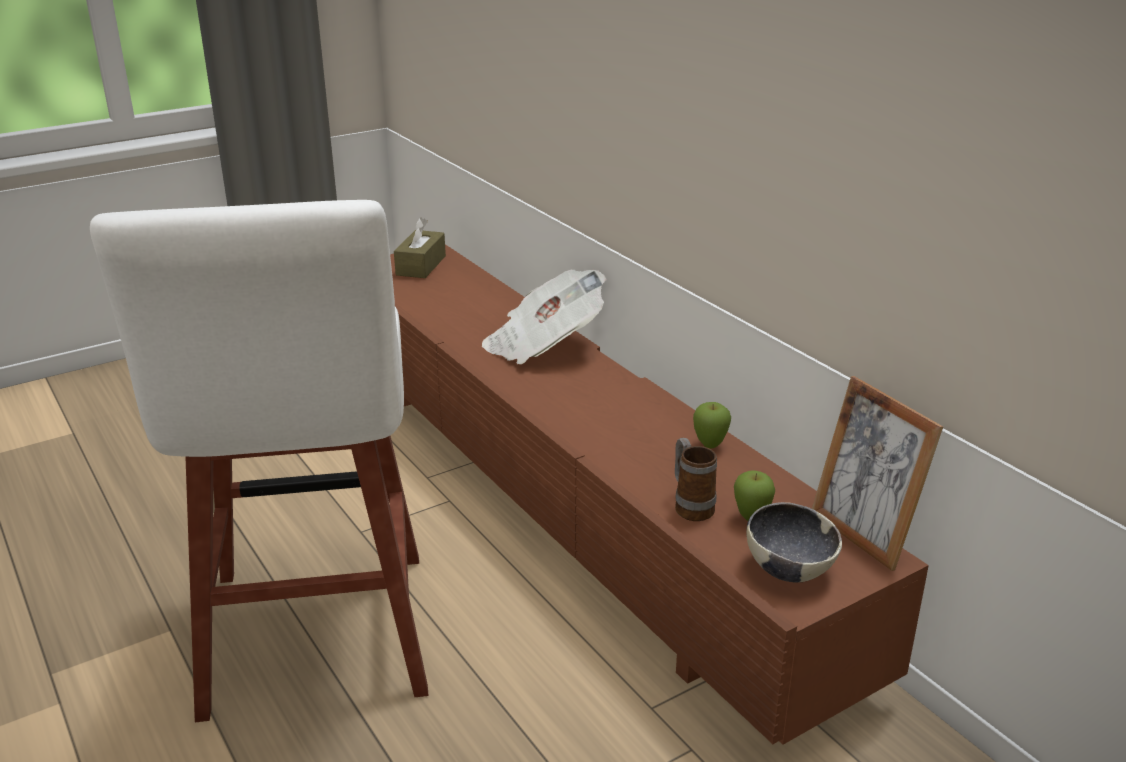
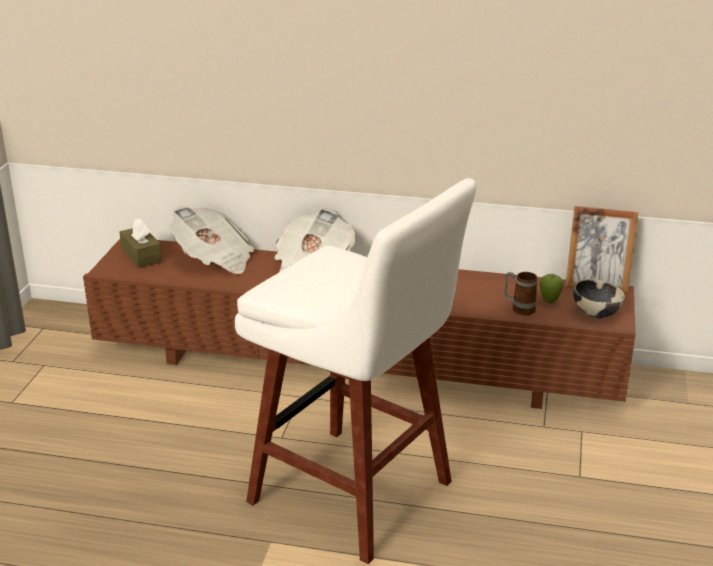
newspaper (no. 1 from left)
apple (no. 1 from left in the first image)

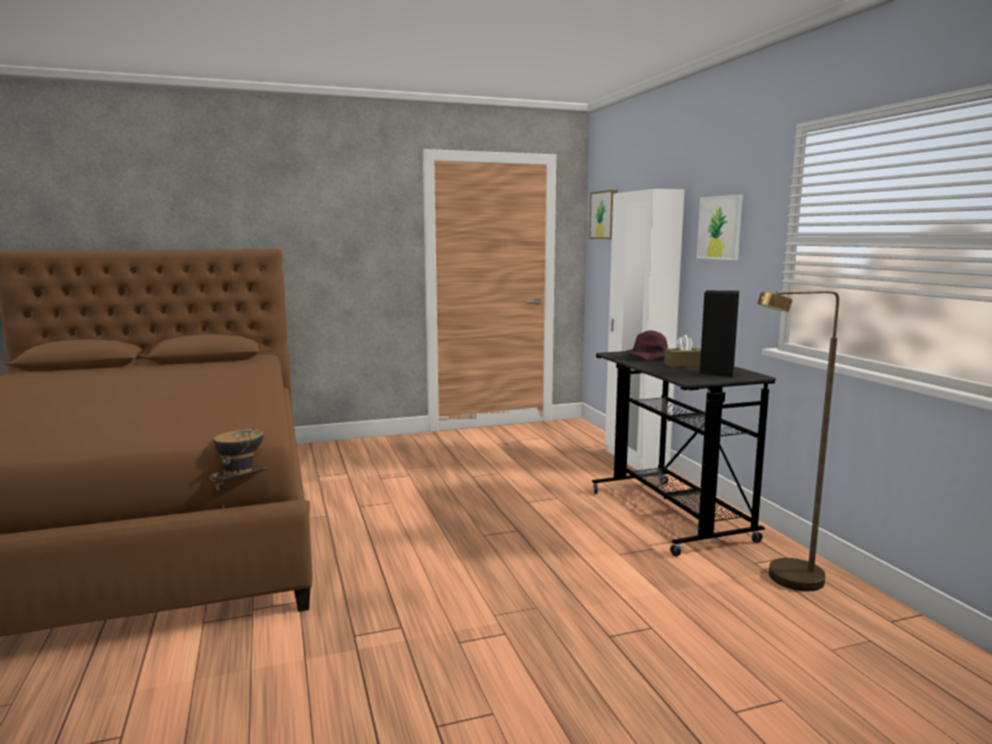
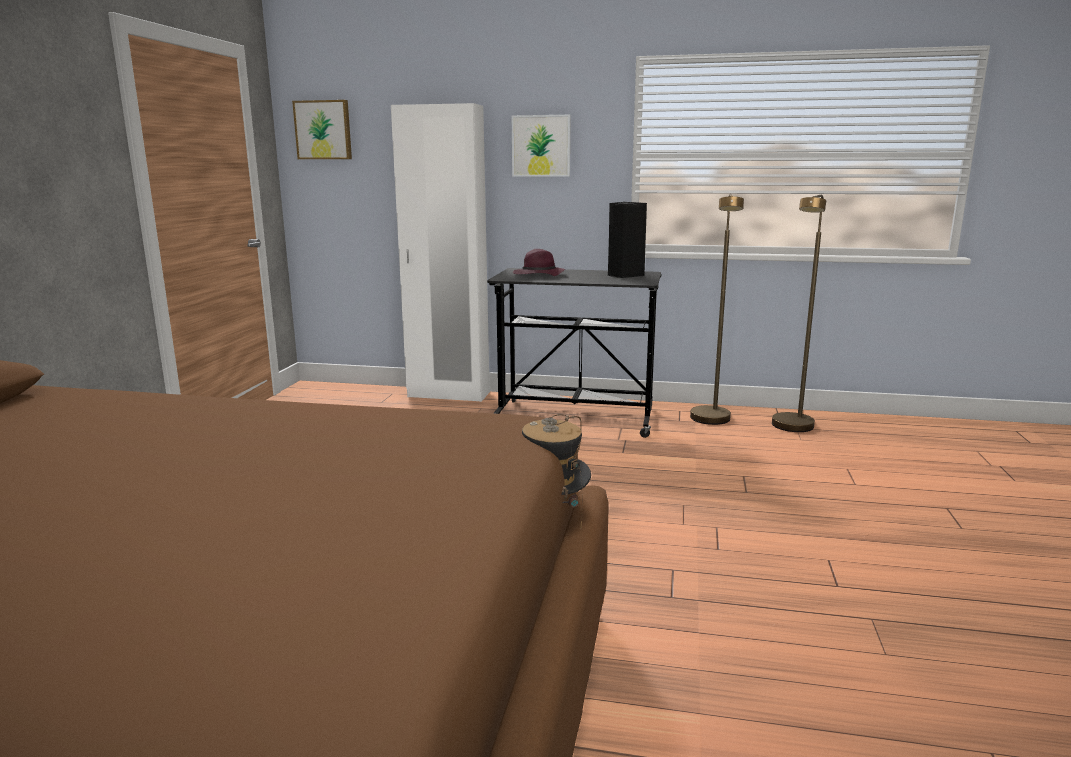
brown floor lamp (no. 2 from left)
brown tissue box

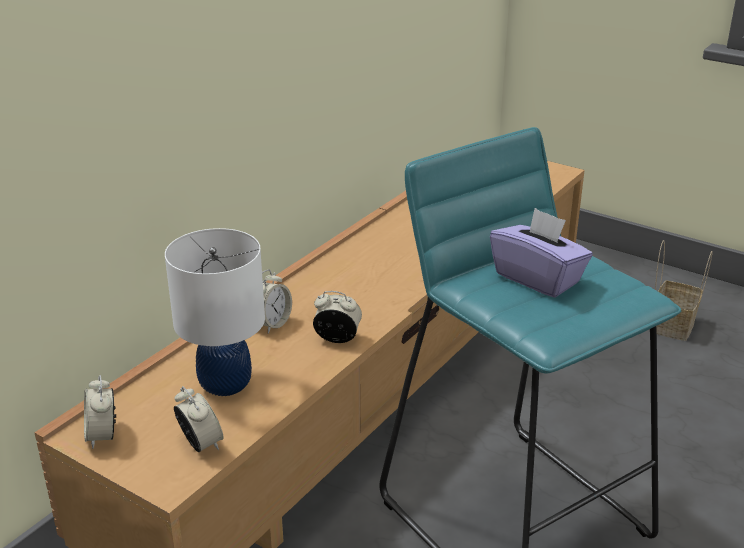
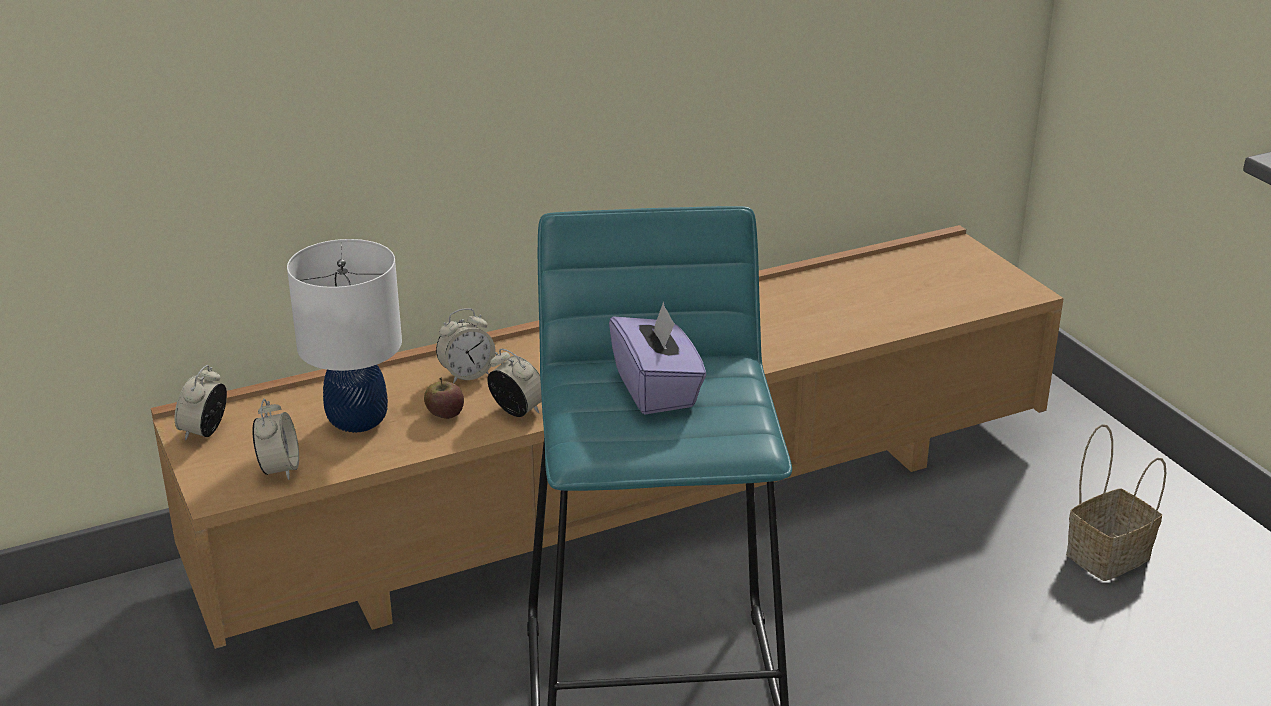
apple

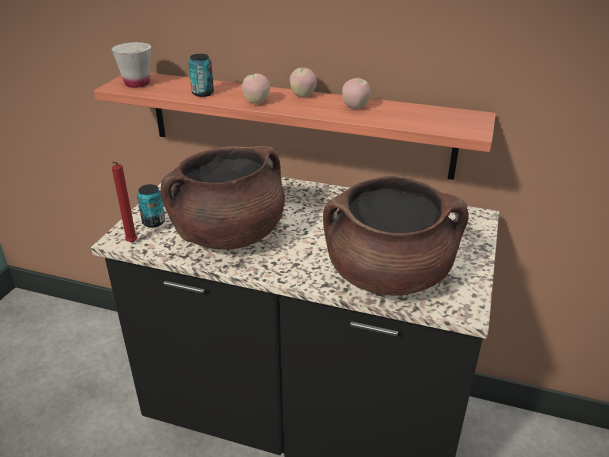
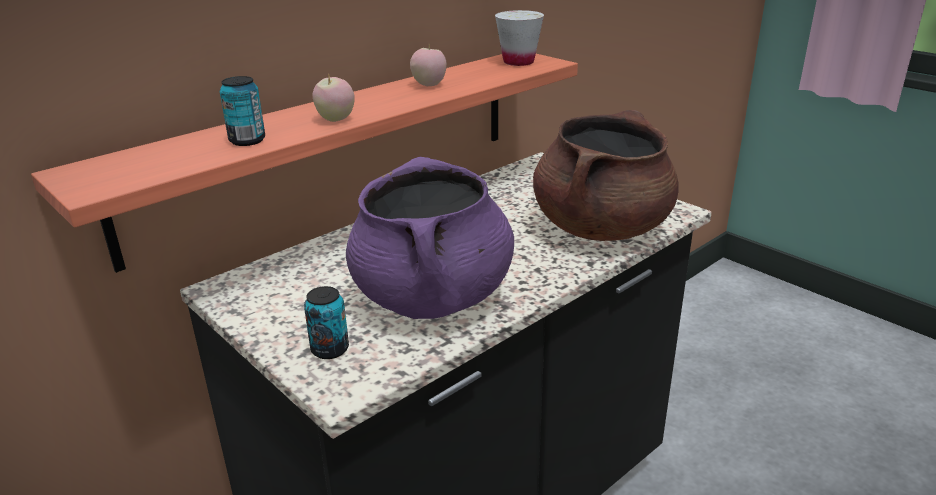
purple cooking pot
white cup
red candle
apple (no. 2 from left in the first image)

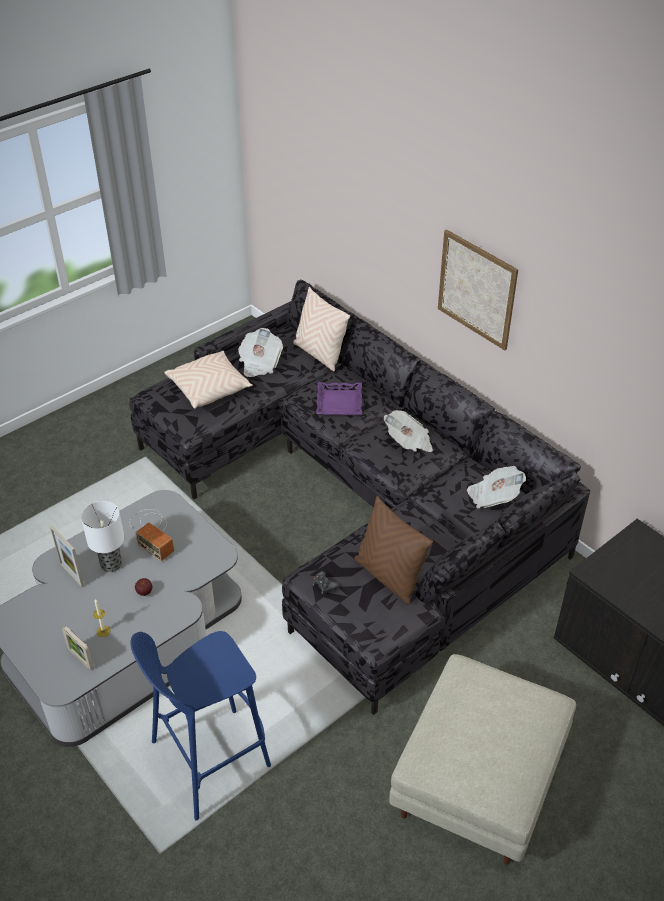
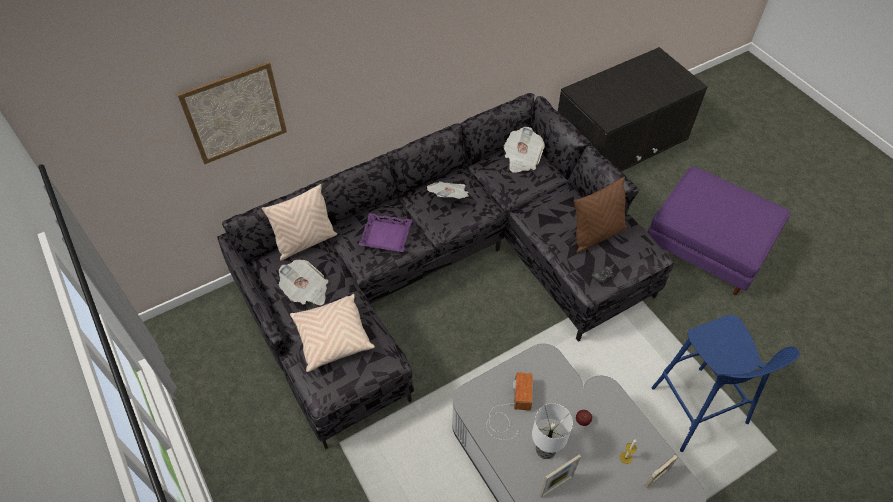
picture
radio
purple ottoman

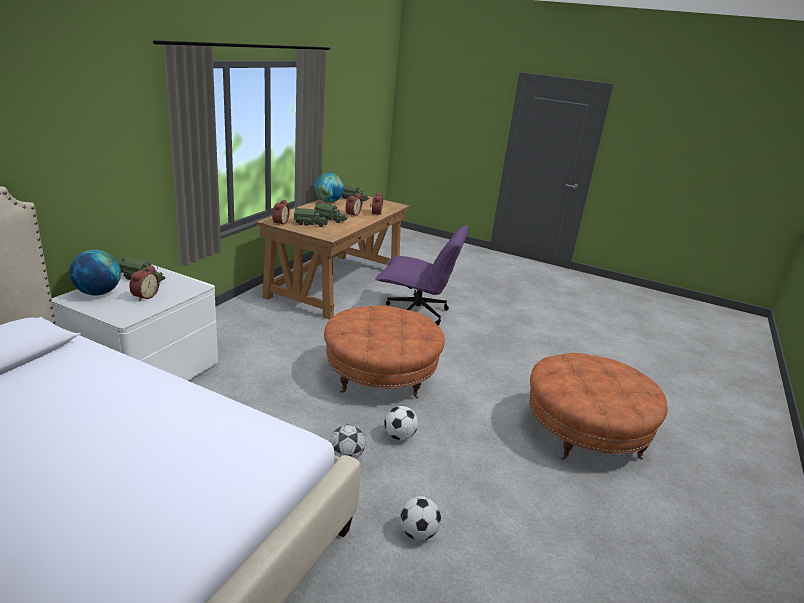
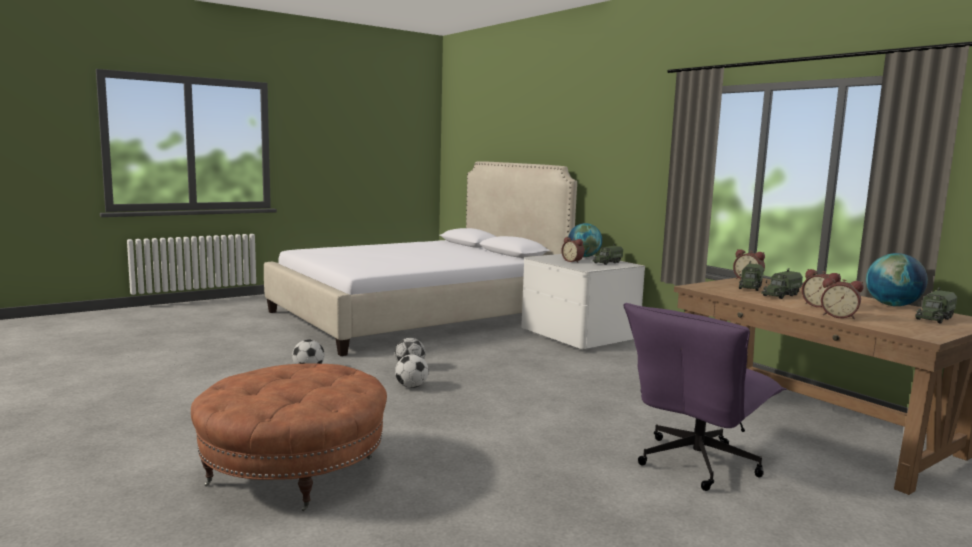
brown ottoman (no. 1 from left in the first image)

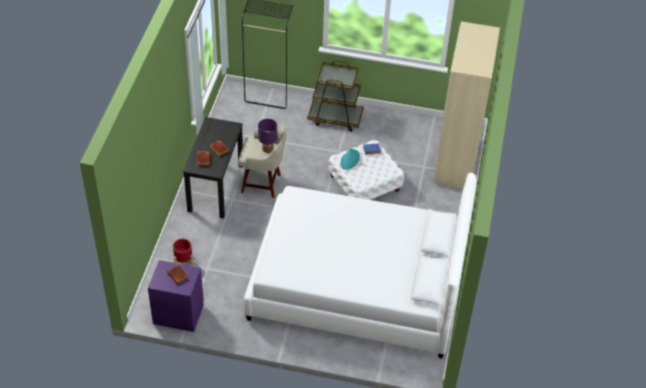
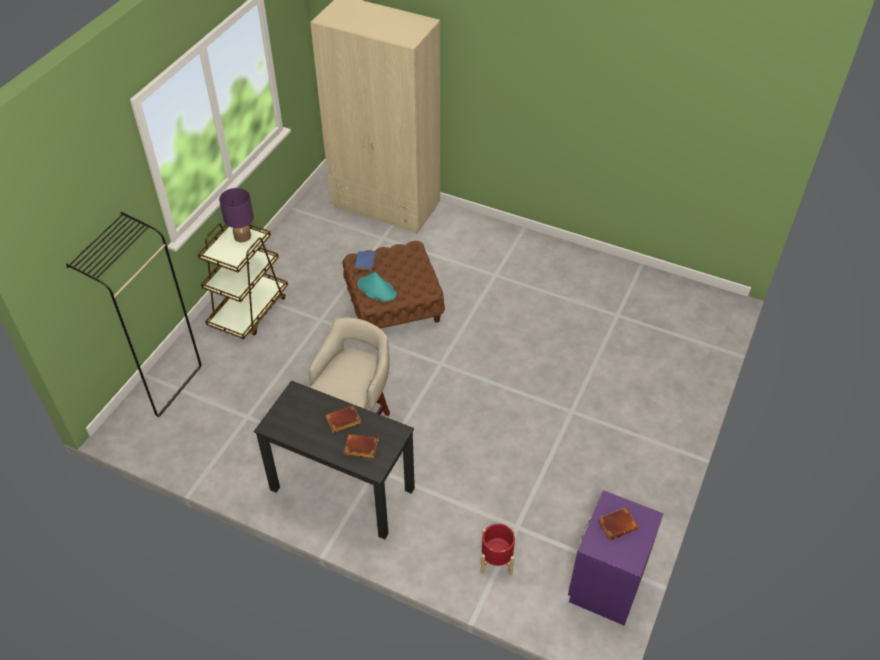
purple table lamp
brown ottoman
white bed

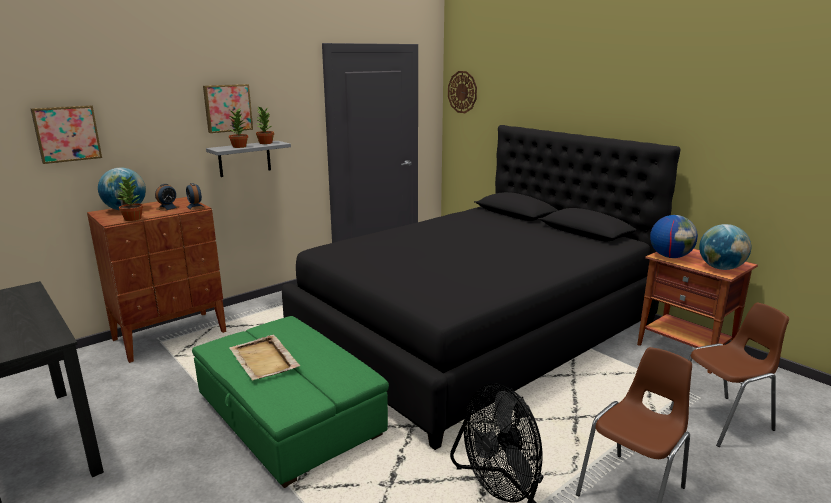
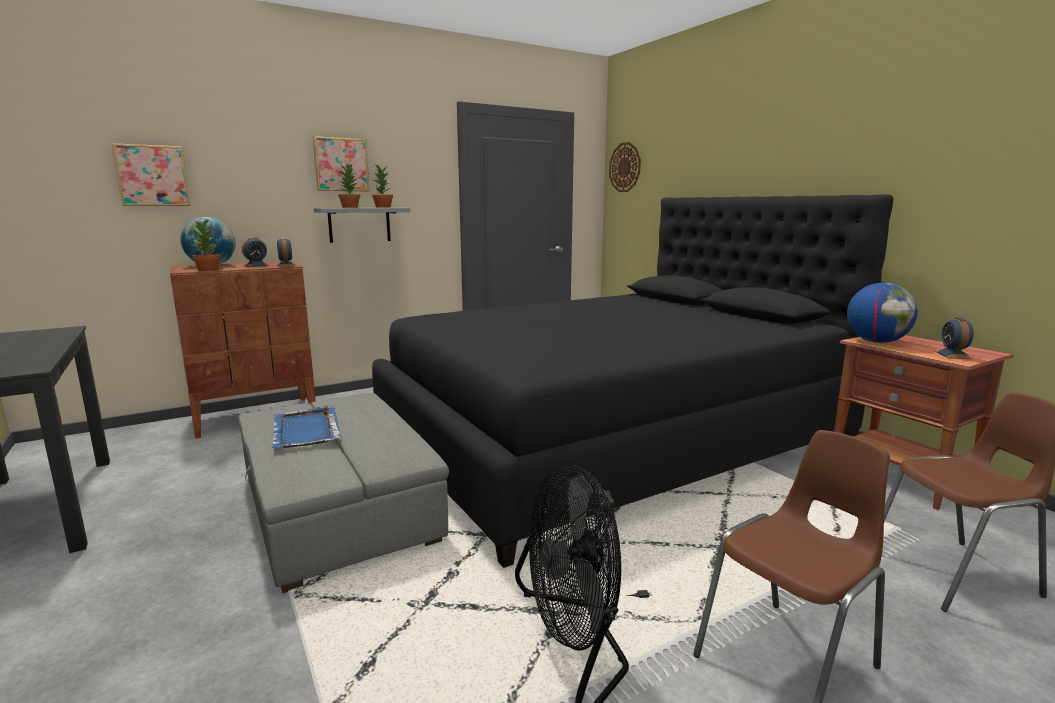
grey ottoman
blue tray
alarm clock (no. 3 from left)

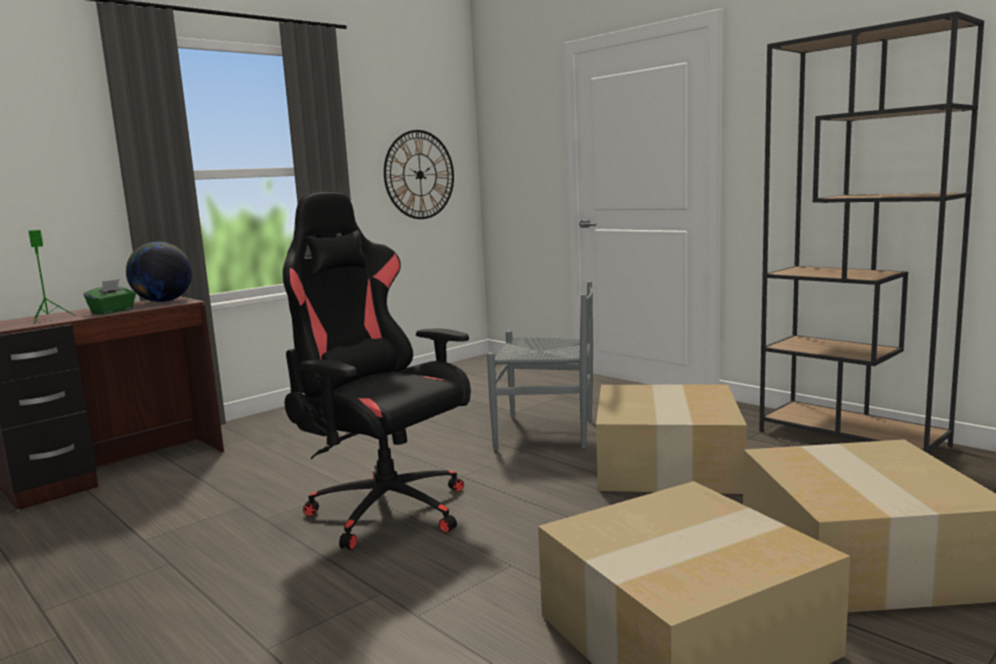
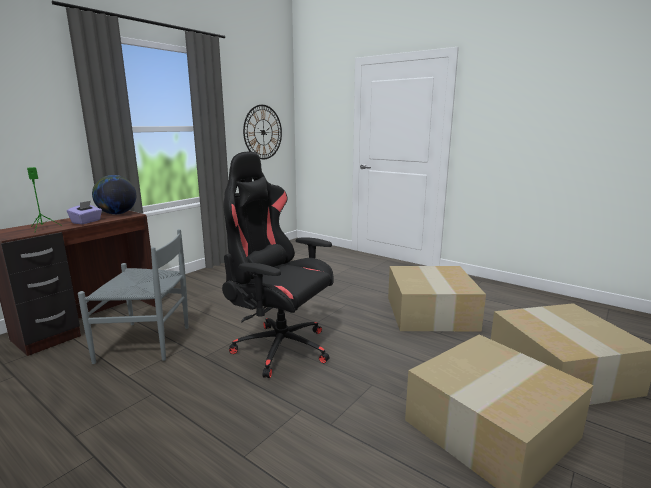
purple tissue box
grey chair
bookcase

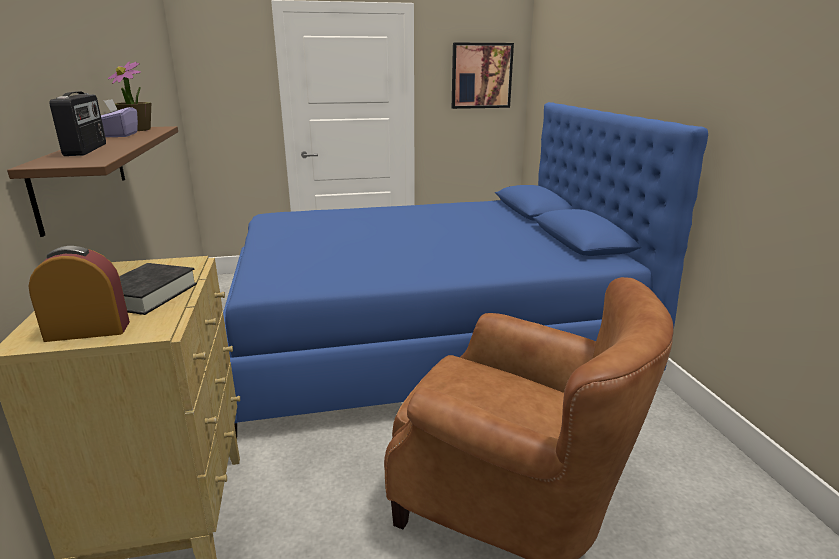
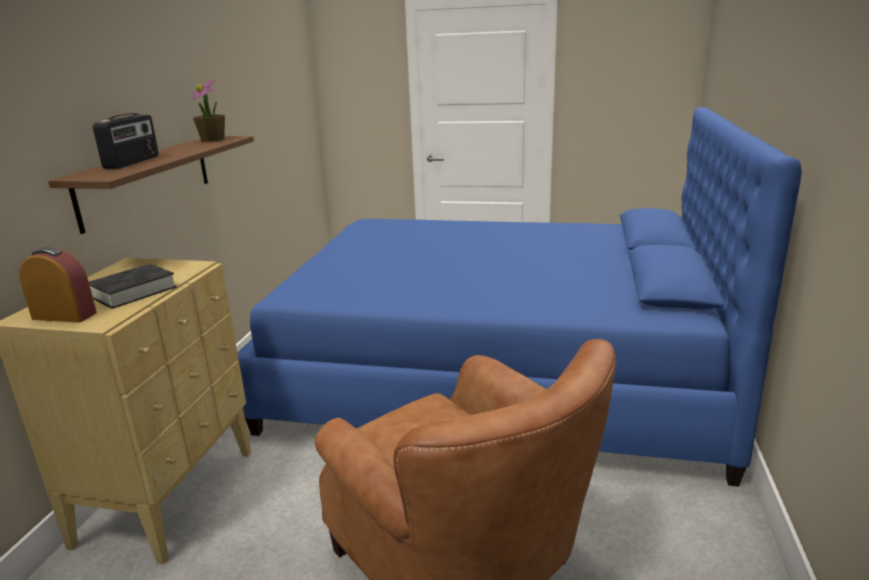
purple tissue box
picture

